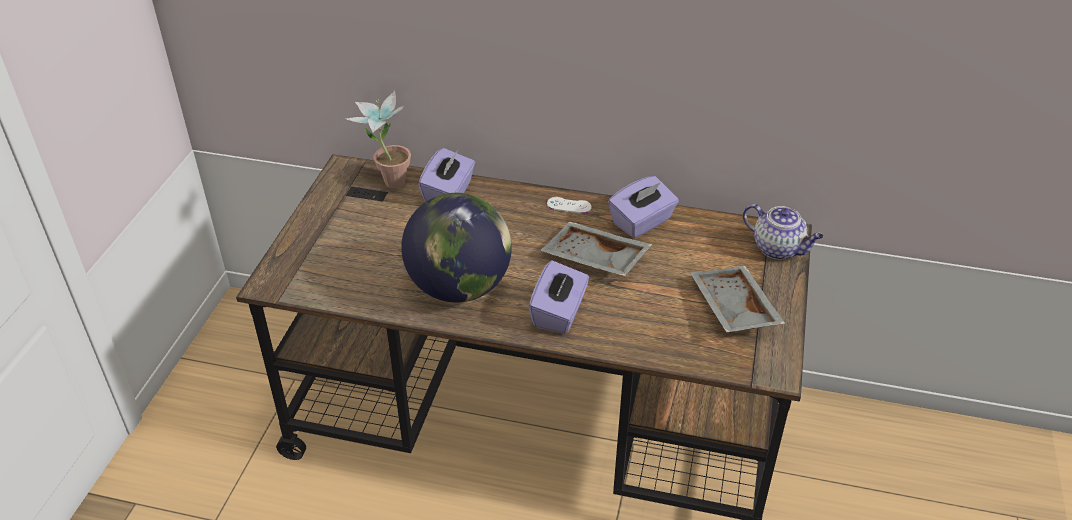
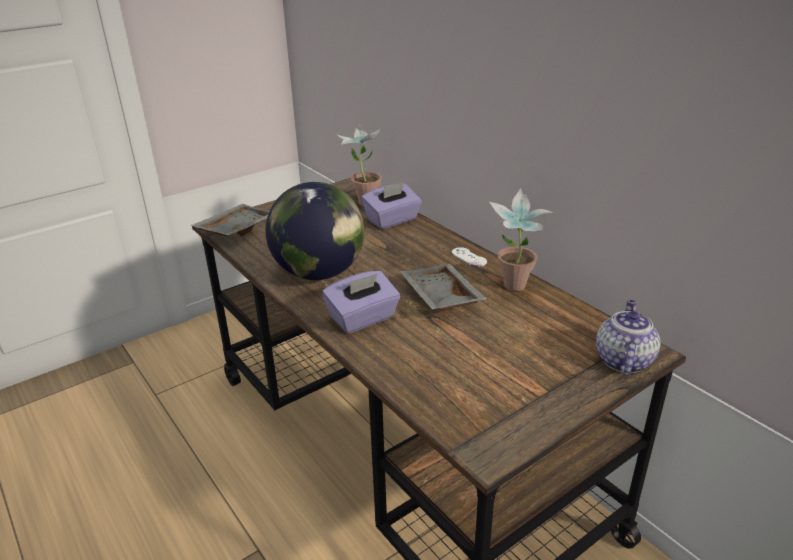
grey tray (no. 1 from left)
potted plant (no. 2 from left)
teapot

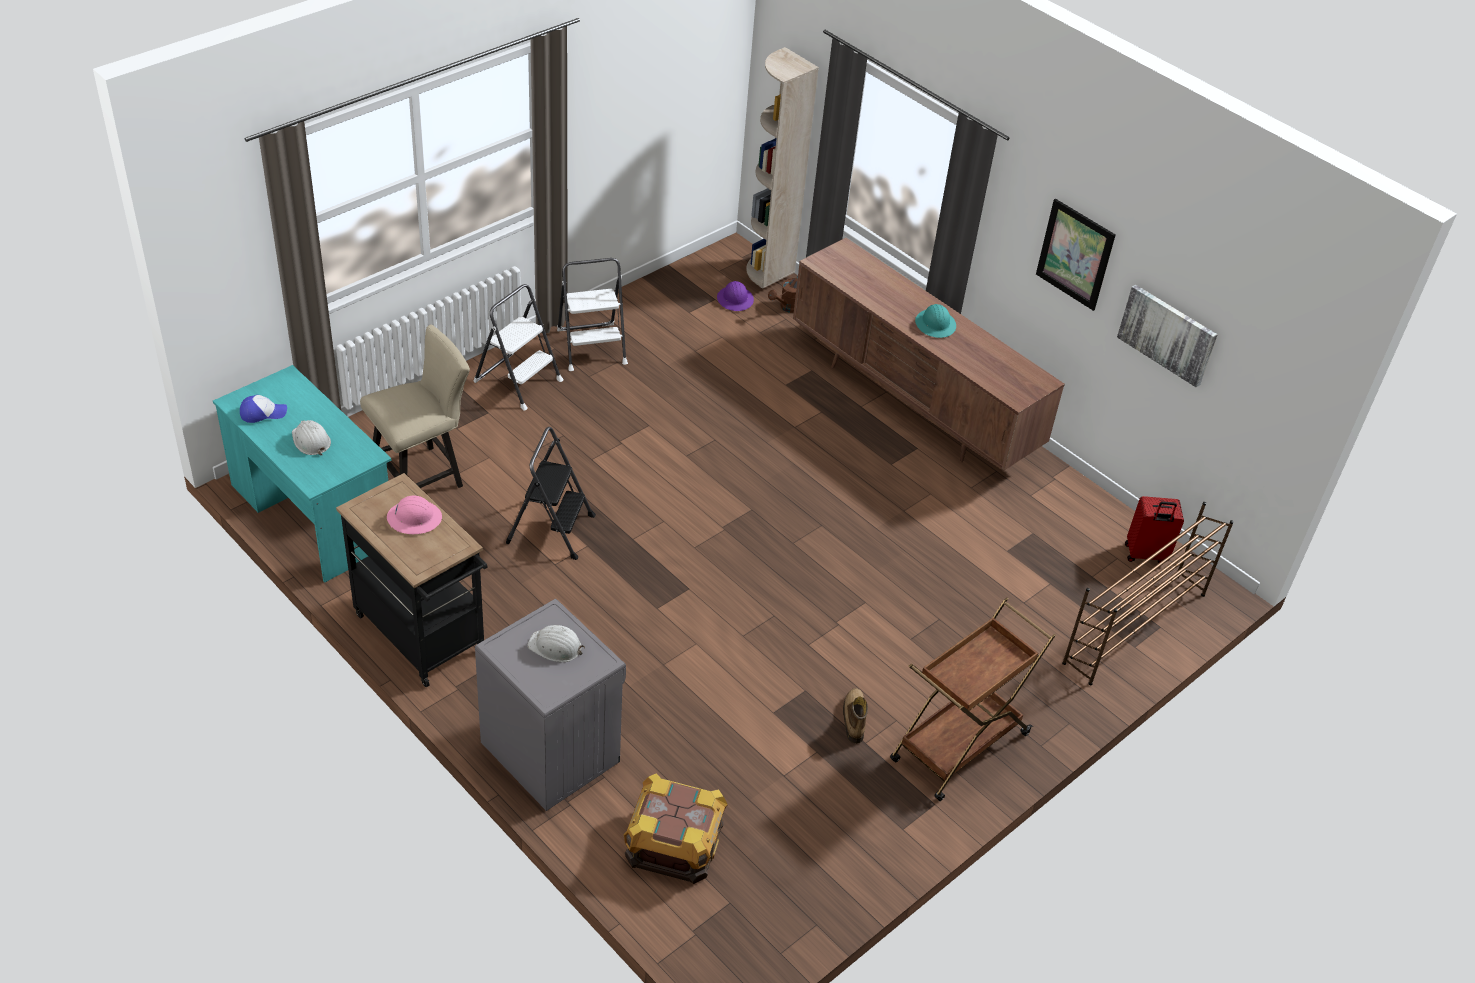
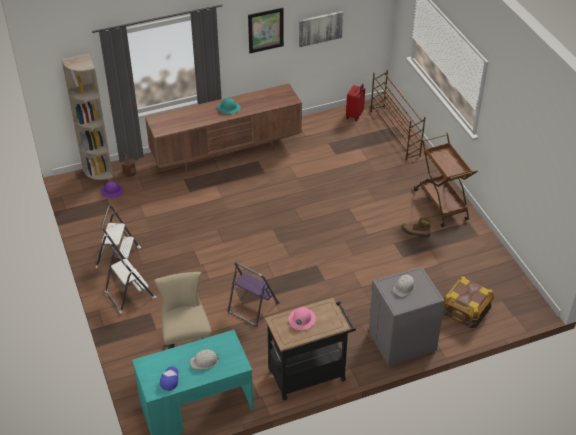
purple step ladder

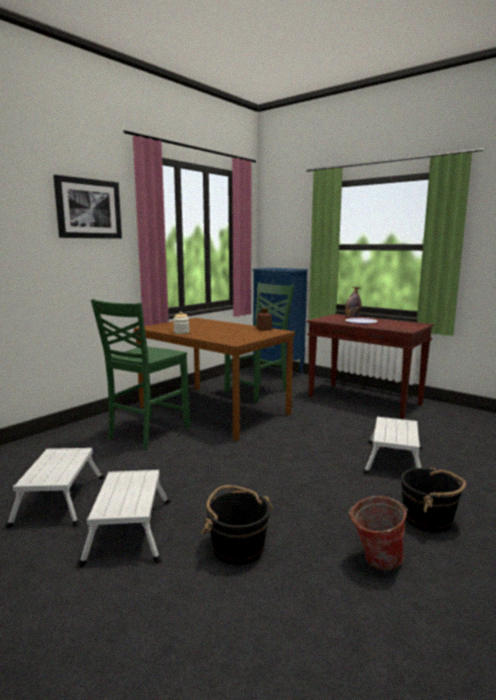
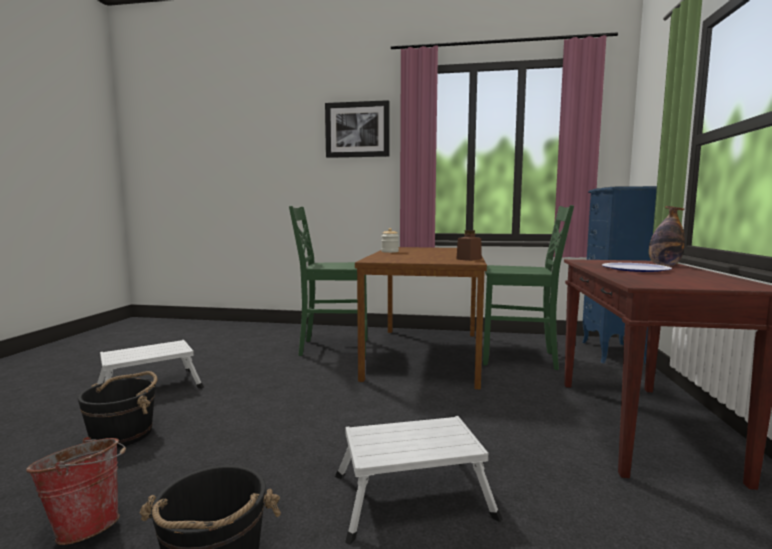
white step ladder (no. 1 from left in the first image)

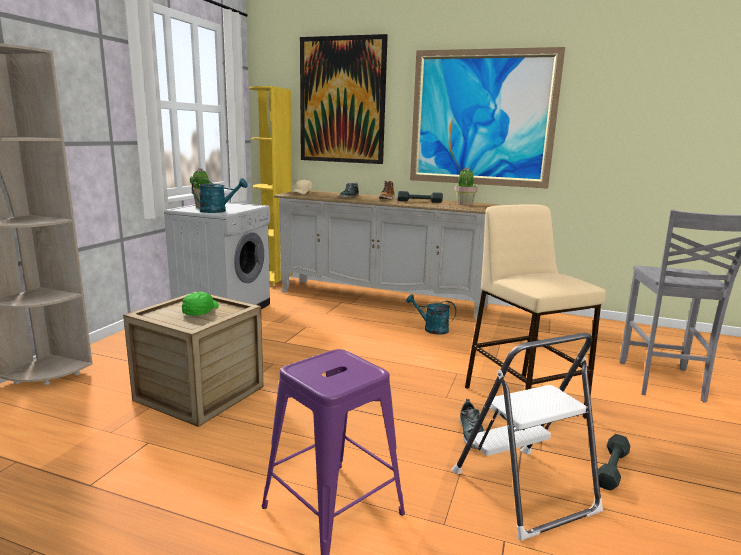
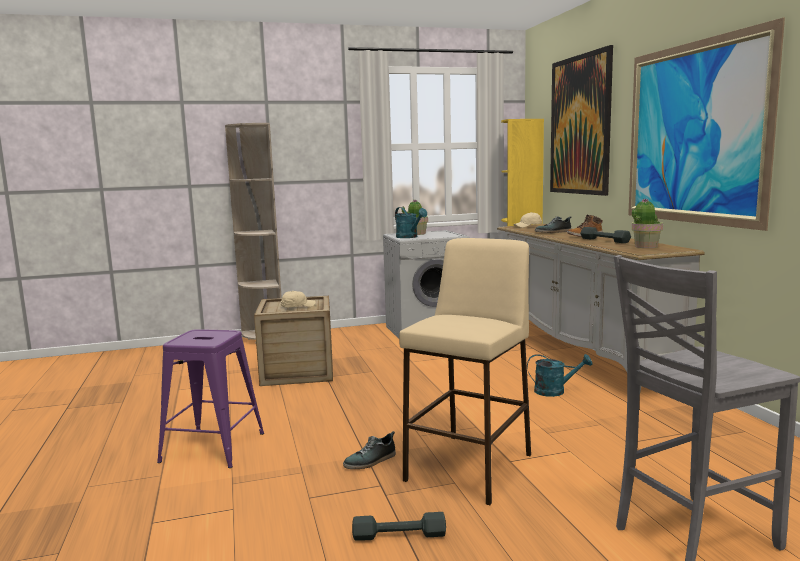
beige cap (no. 1 from left)
turquoise watering can (no. 2 from left)
white step ladder

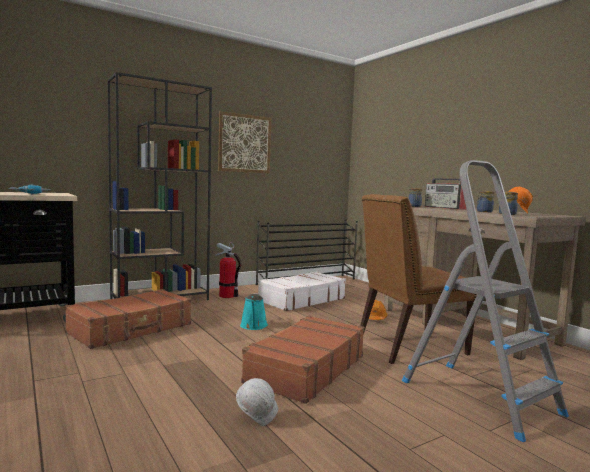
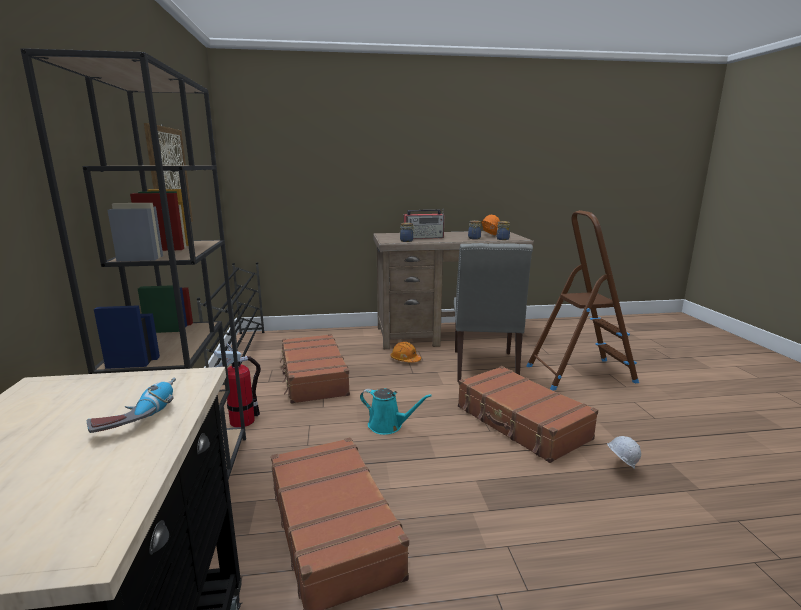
brown suitcase (no. 1 from left)
grey chair
brown step ladder

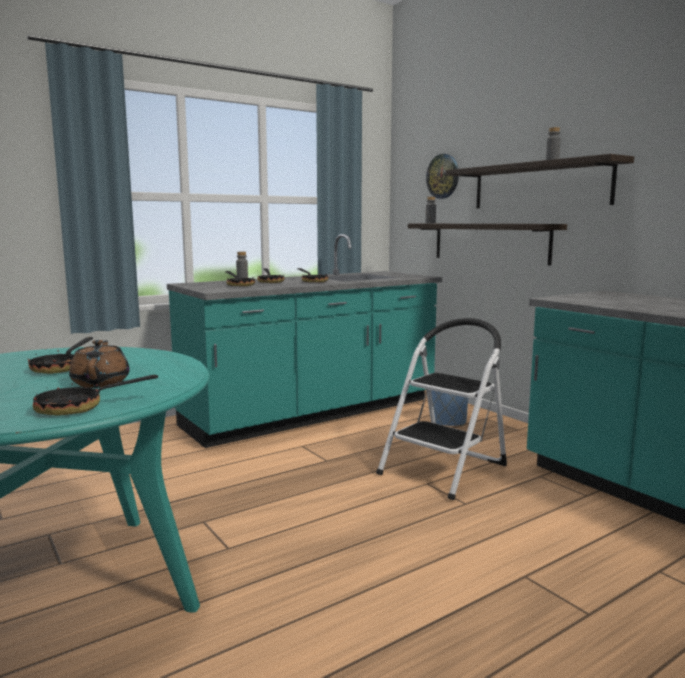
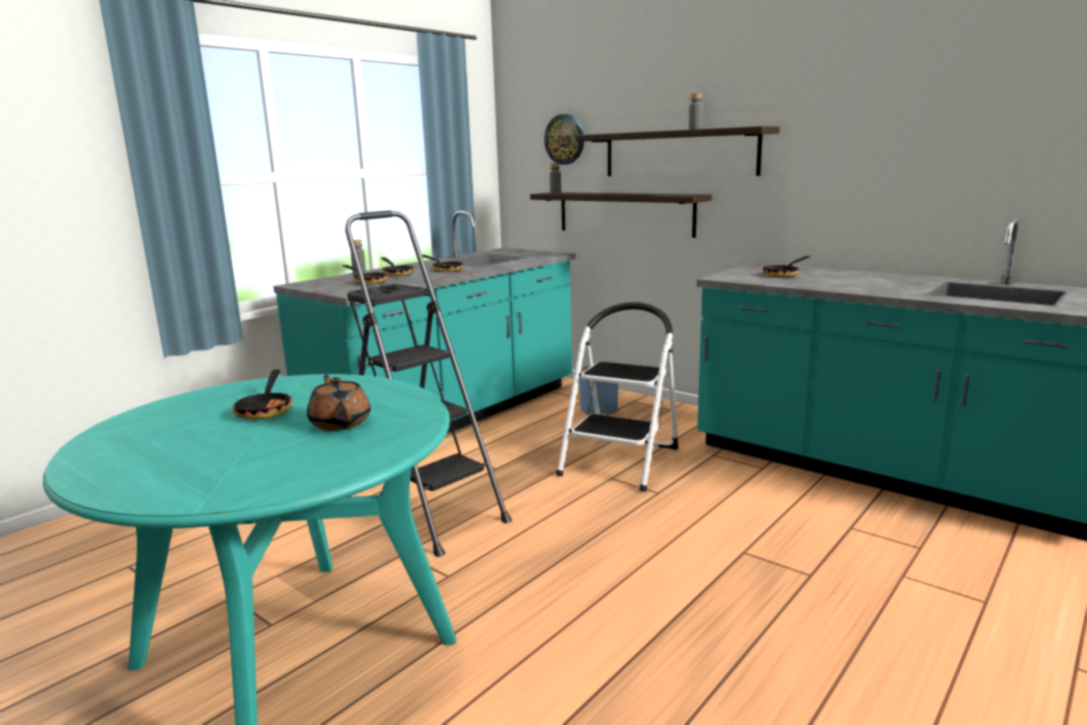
step ladder (no. 1 from left)
frying pan (no. 5 from left)

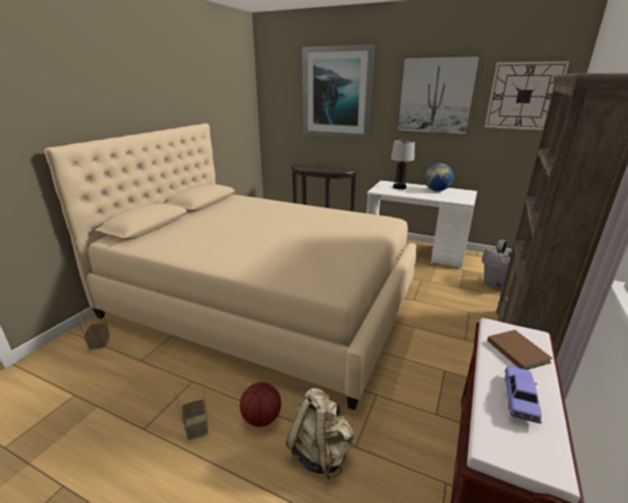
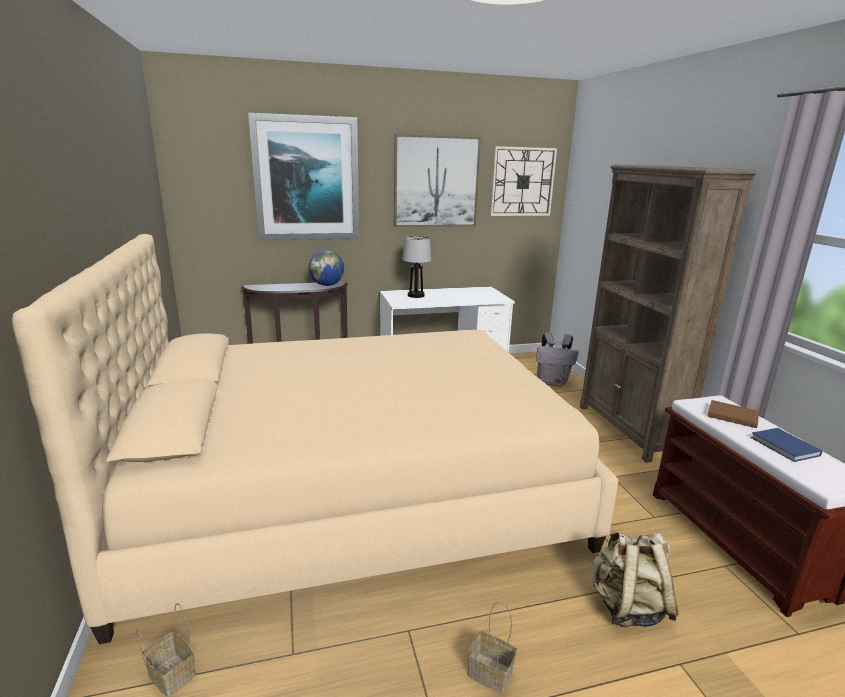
globe
blue book
basketball

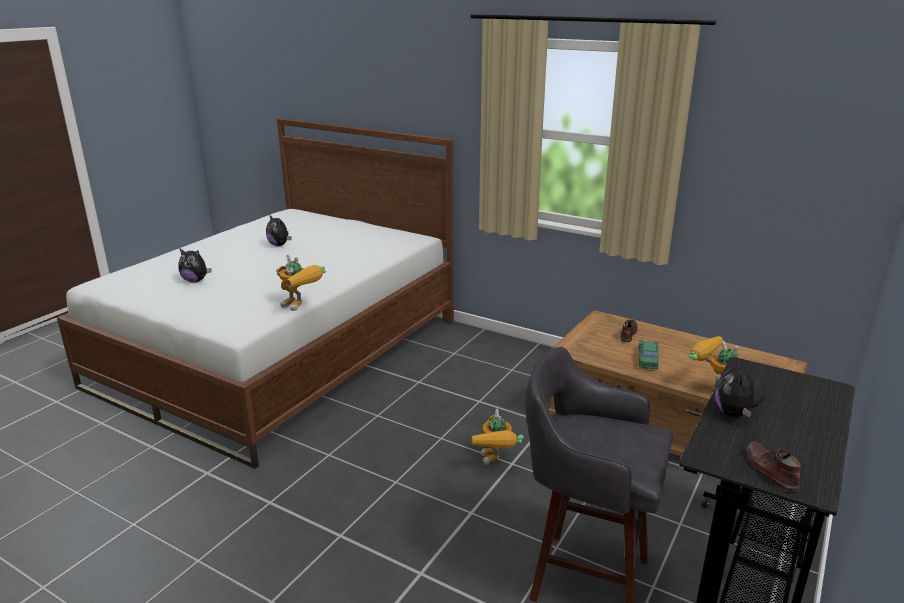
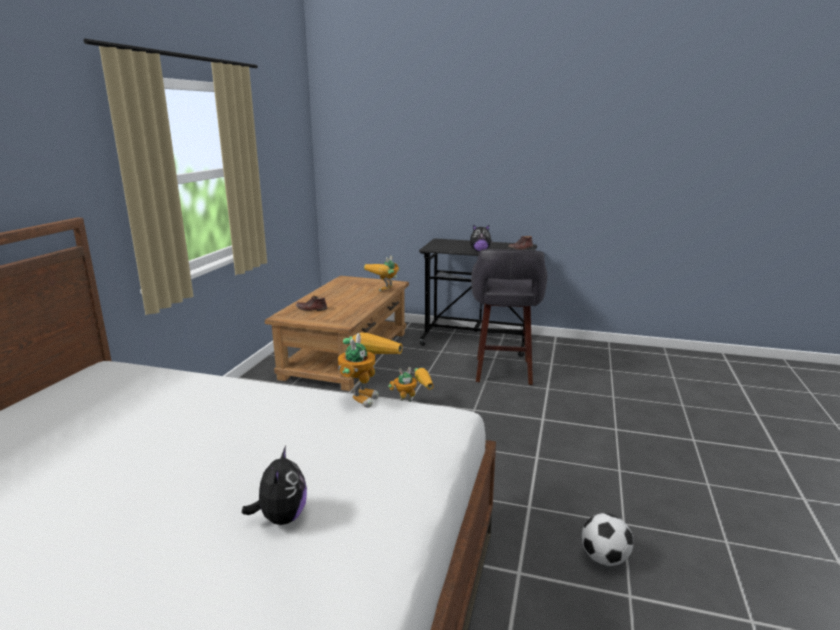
football
plush toy (no. 2 from left in the first image)
green toy car

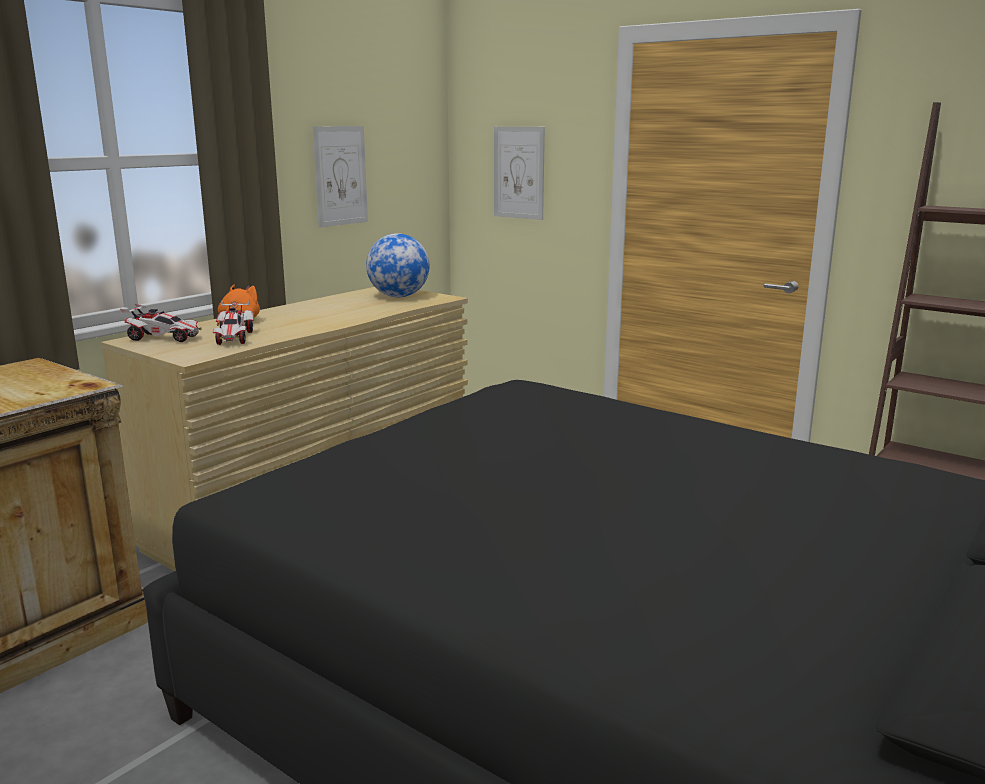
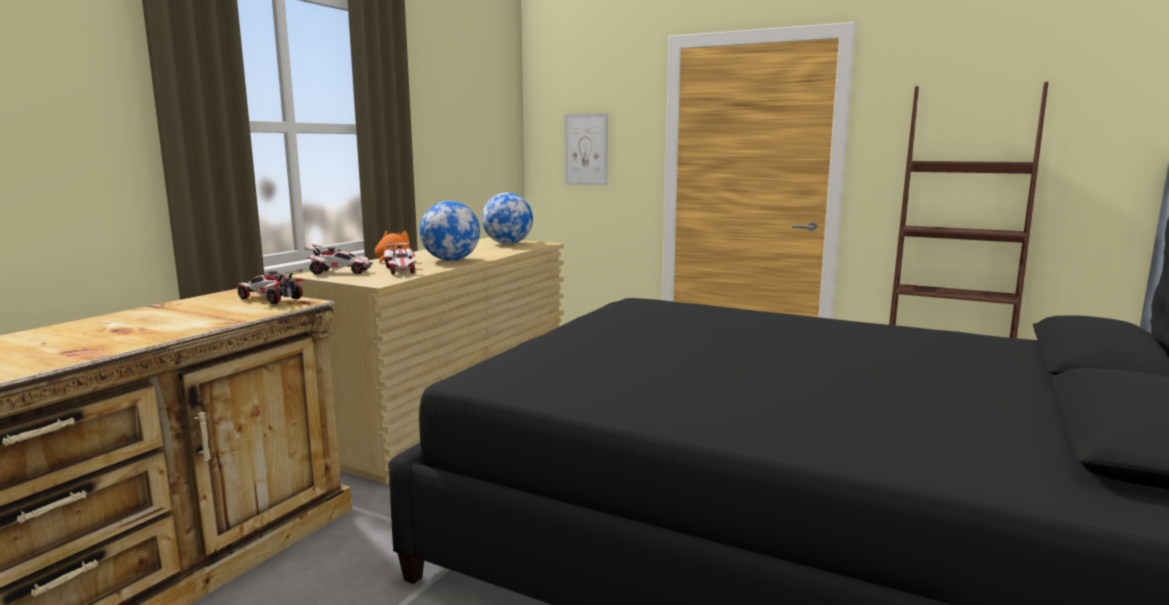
toy car (no. 1 from left)
globe (no. 1 from left)
picture (no. 1 from left in the first image)

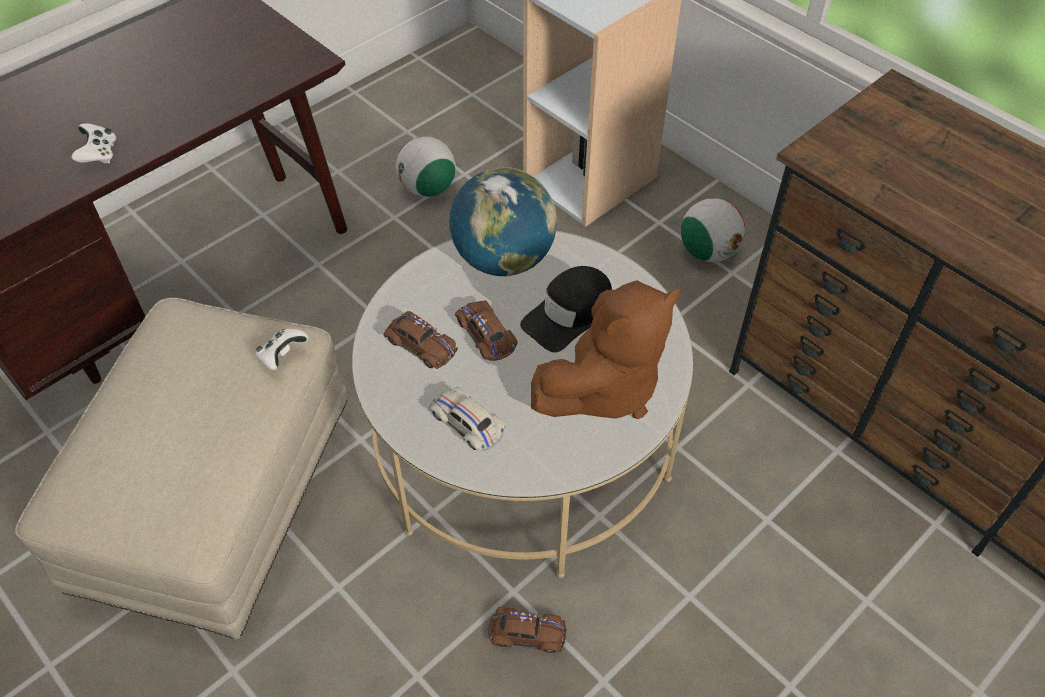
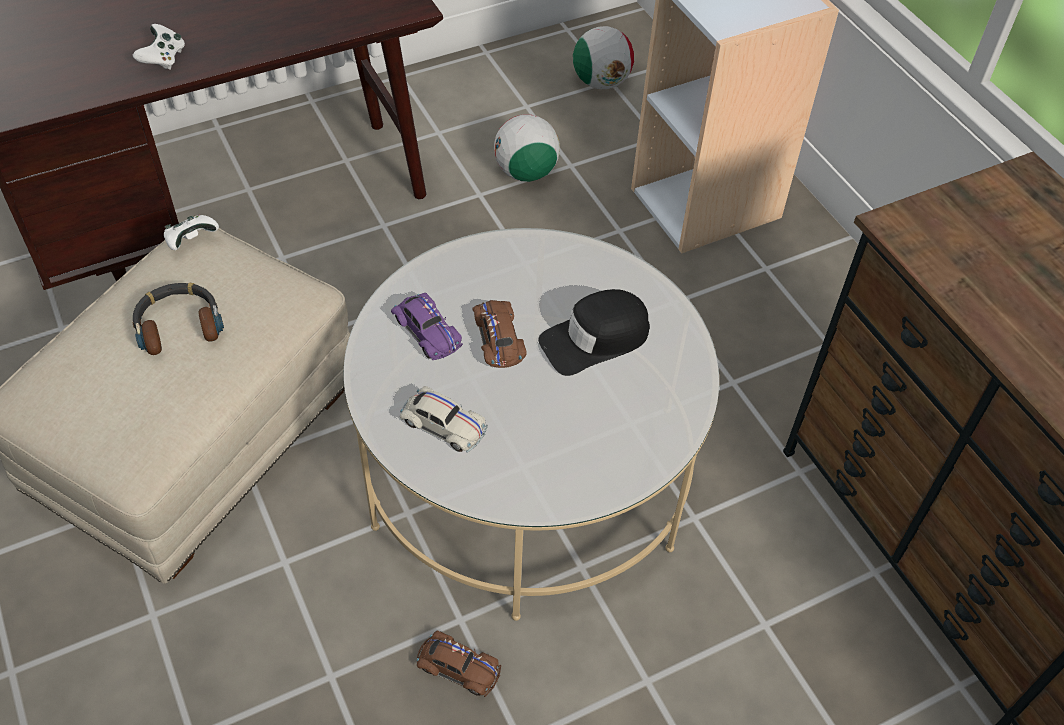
headphones
white game controller (no. 2 from left)
purple toy car
white toy car
football (no. 2 from left)
globe
brown plush toy

